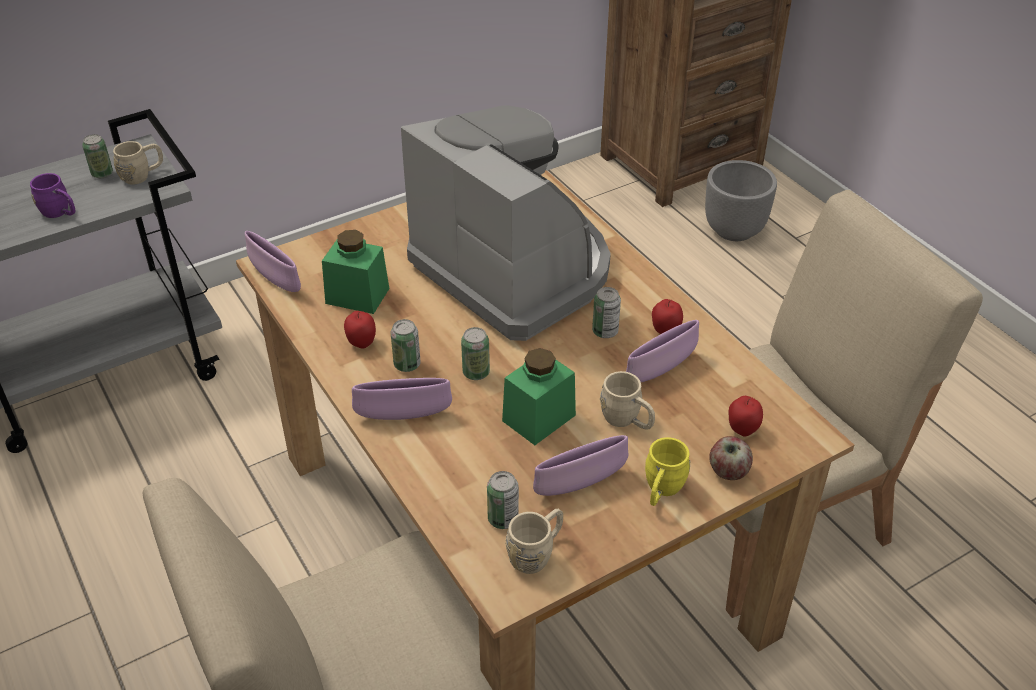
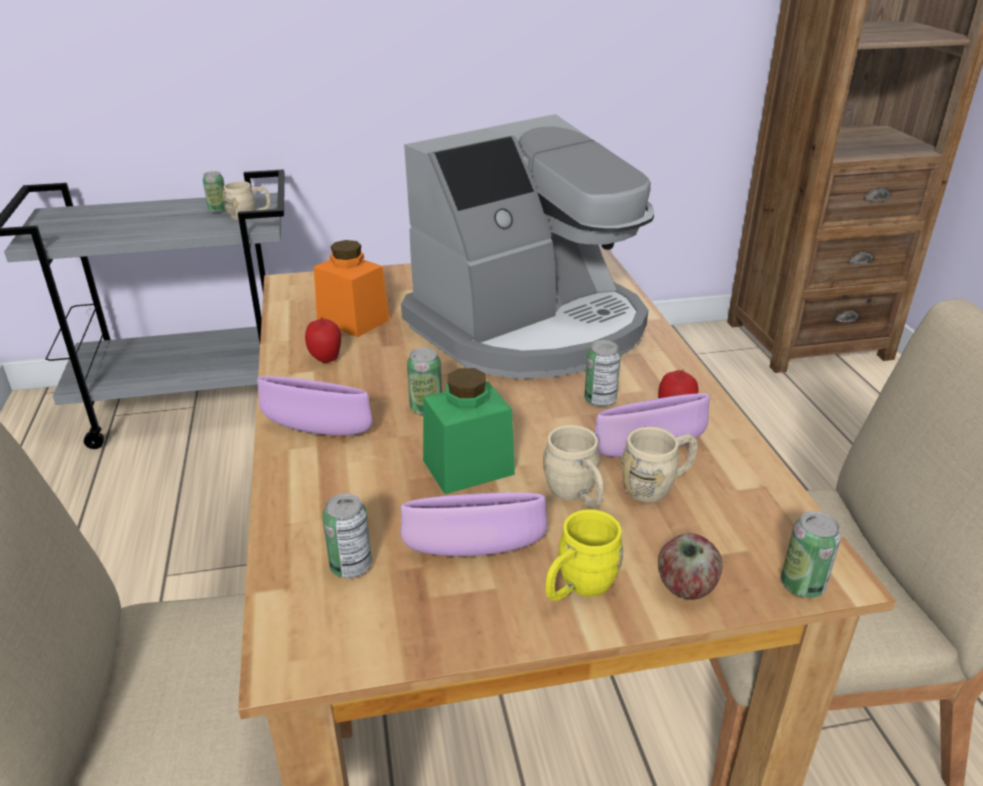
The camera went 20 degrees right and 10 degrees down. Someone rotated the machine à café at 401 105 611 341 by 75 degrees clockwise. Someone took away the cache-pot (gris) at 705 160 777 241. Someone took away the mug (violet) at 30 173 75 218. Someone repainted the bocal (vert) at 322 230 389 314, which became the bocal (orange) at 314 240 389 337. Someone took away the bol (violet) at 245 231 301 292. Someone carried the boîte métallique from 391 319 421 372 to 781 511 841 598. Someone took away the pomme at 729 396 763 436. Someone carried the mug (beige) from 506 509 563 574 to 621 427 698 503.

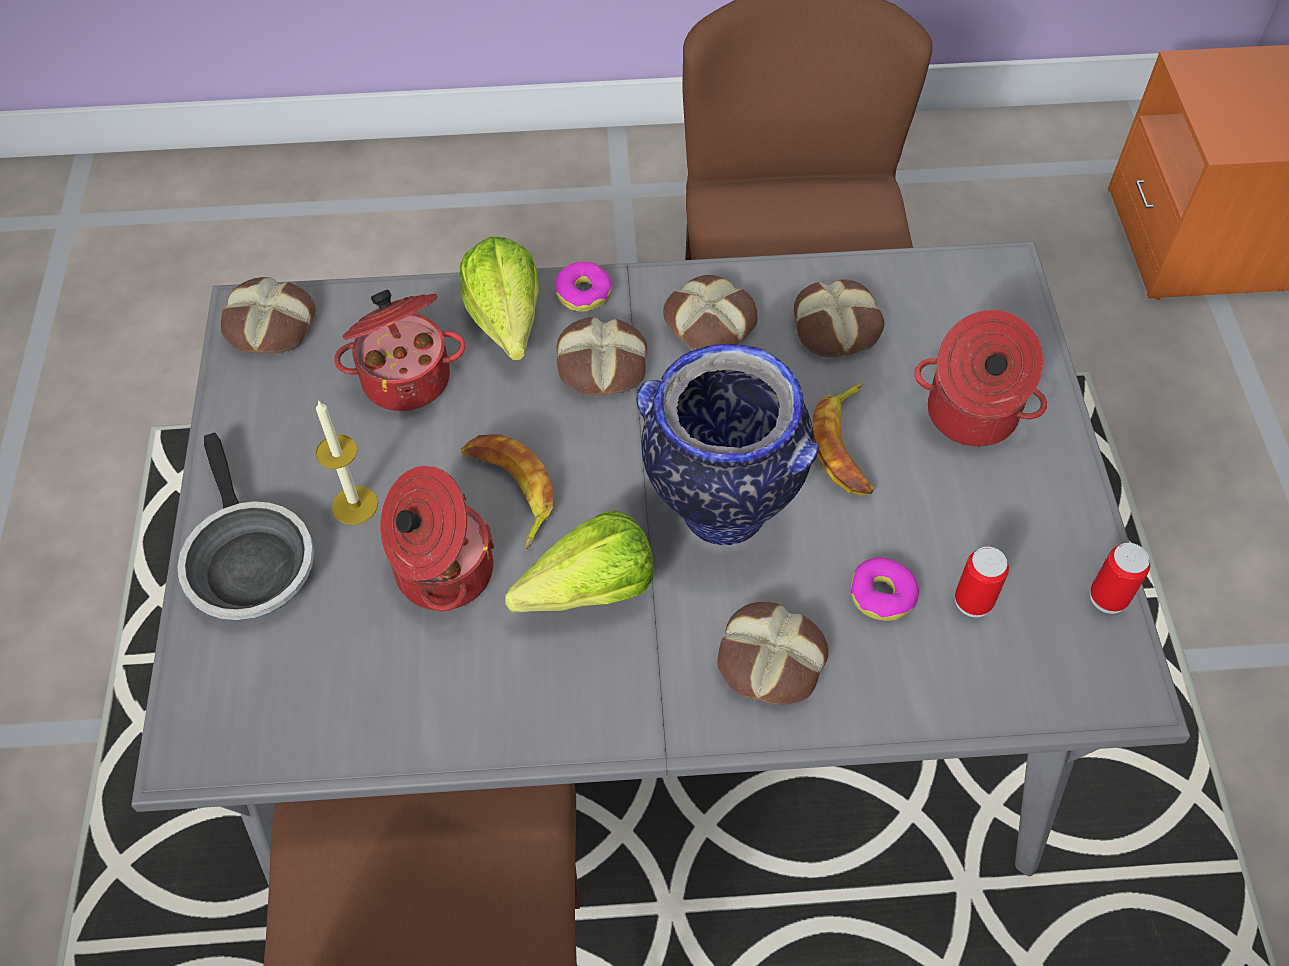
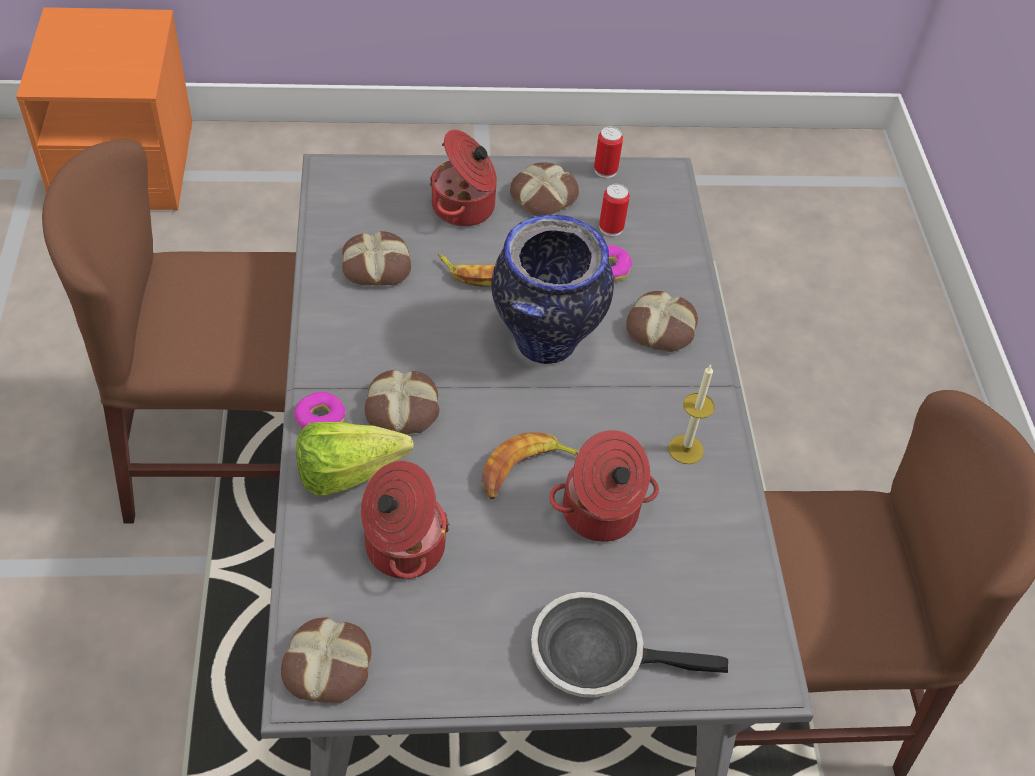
The camera went 95 degrees left and 5 degrees down. Someone carried the pain from 663 275 758 350 to 510 162 579 216. Someone carried the bougie from 315 400 378 525 to 669 365 715 464. Someone rotated the poêle at 177 432 314 620 by 150 degrees counterclockwise. Someone took away the laitue at 505 510 654 613.

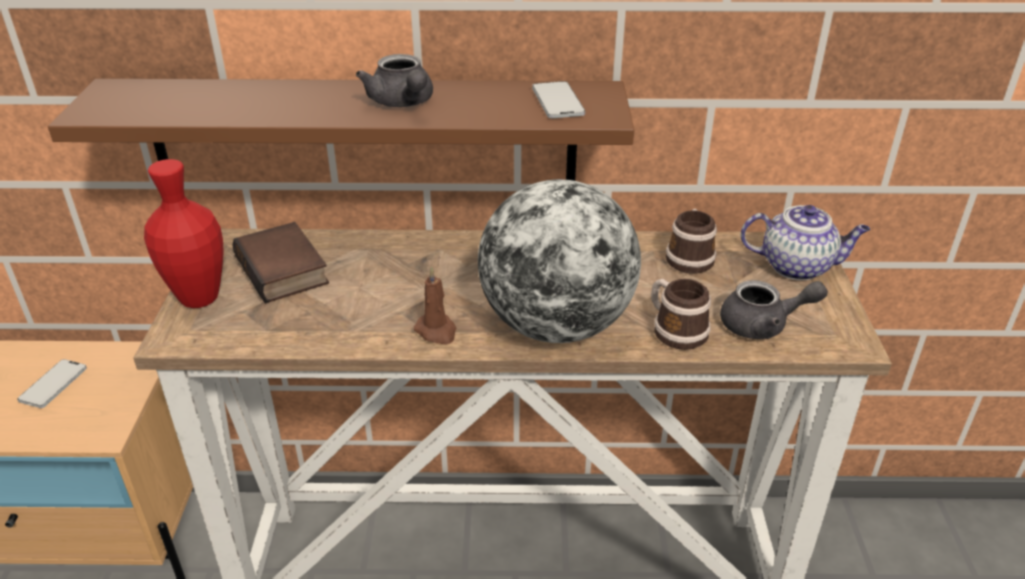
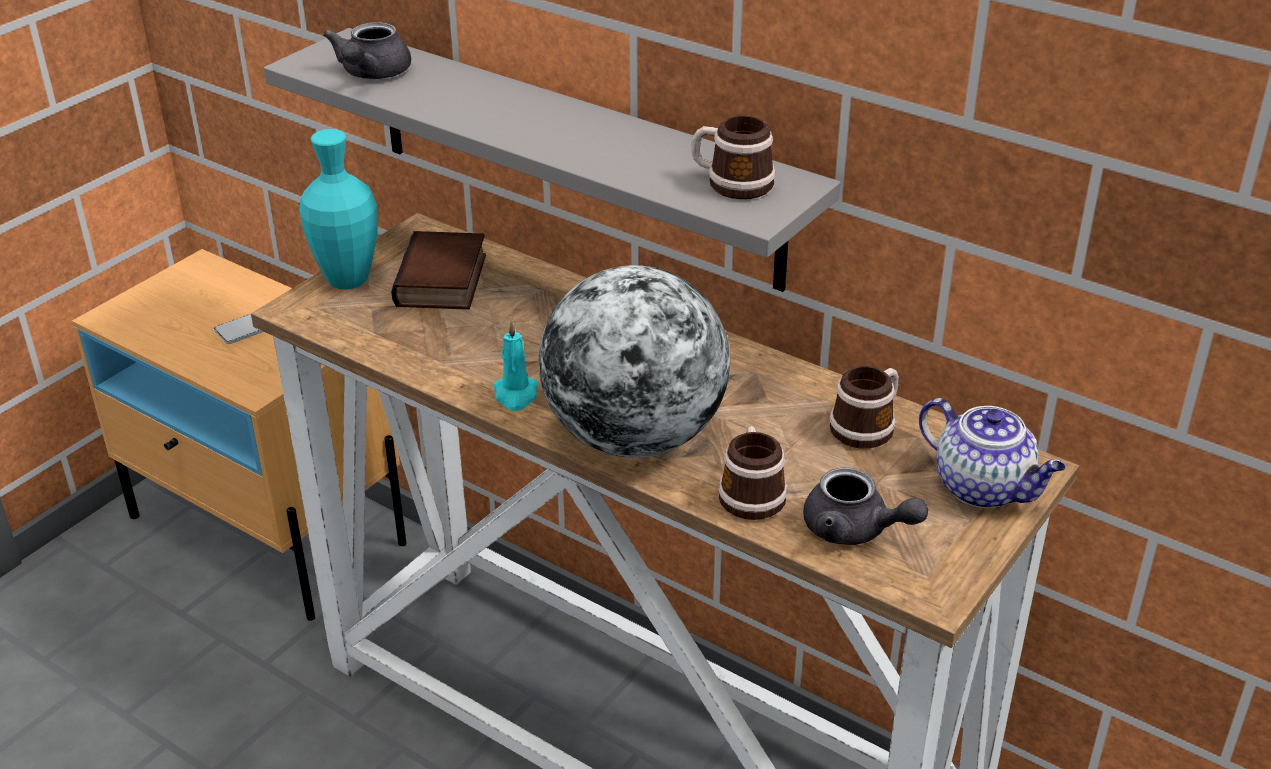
The camera went 35 degrees right and 0 degrees up. Someone carried the théière (gris) from 356 54 433 107 to 323 22 411 79. Someone repainted the étagère (marron) at 48 79 634 181, which became the étagère (gris) at 264 28 841 292. Someone swapped the téléphone at 532 81 585 118 for the mug at 691 116 776 199. Someone repainted the vase (rouge) at 144 159 224 308, which became the vase (turquoise) at 299 129 378 290. Someone repainted the bougie (marron) at 414 267 456 345, which became the bougie (turquoise) at 494 320 539 411.

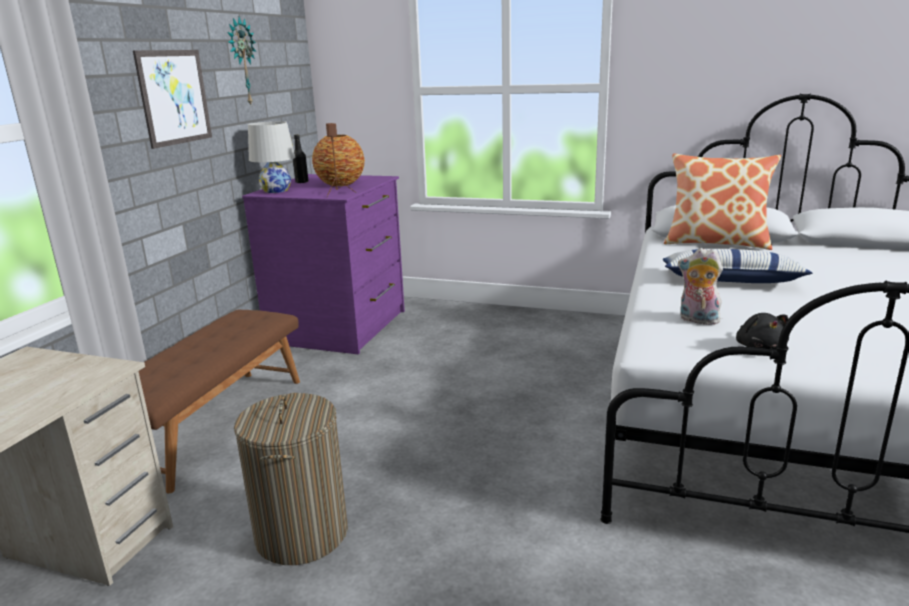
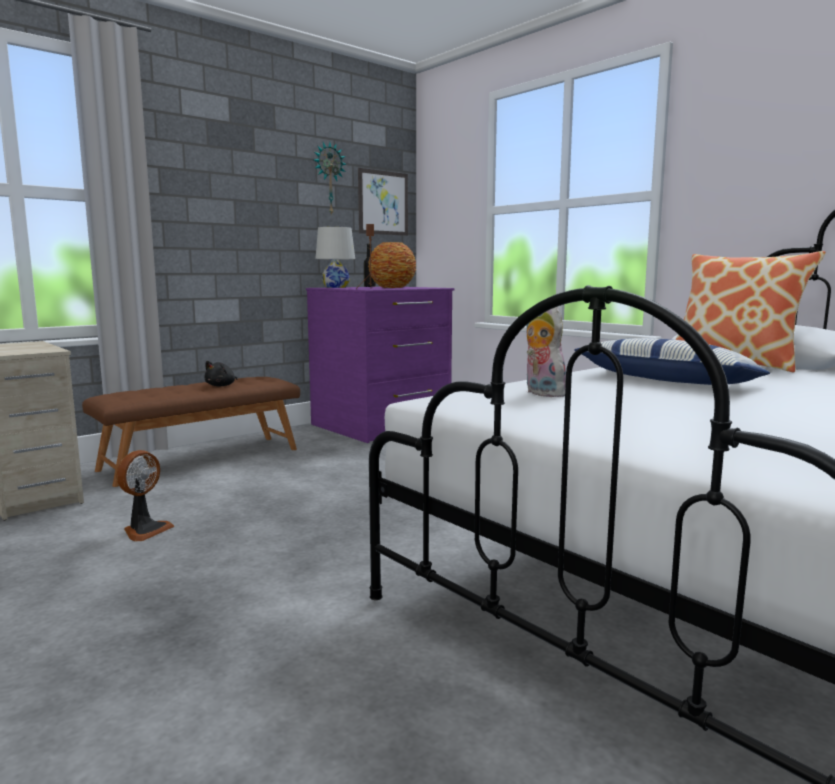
The camera went 30 degrees right and 10 degrees down. Someone carried the tableau from 133 50 212 149 to 358 168 408 236. Someone carried the peluche (noir) from 736 313 789 349 to 204 361 237 386. Someone swapped the panier à linge at 234 393 348 565 for the ventilateur at 116 450 175 541.

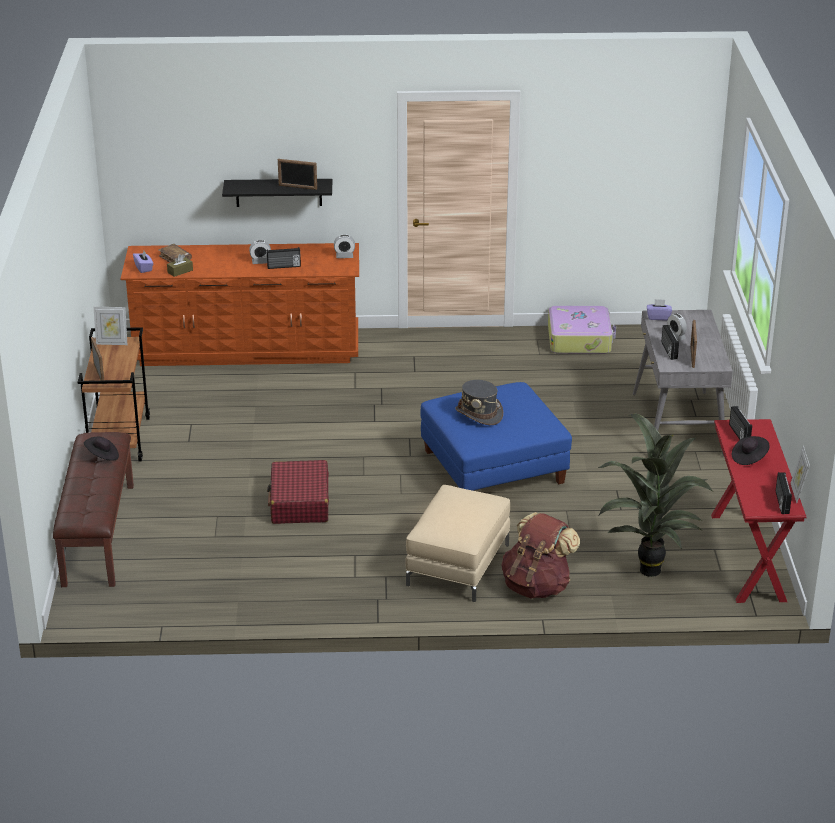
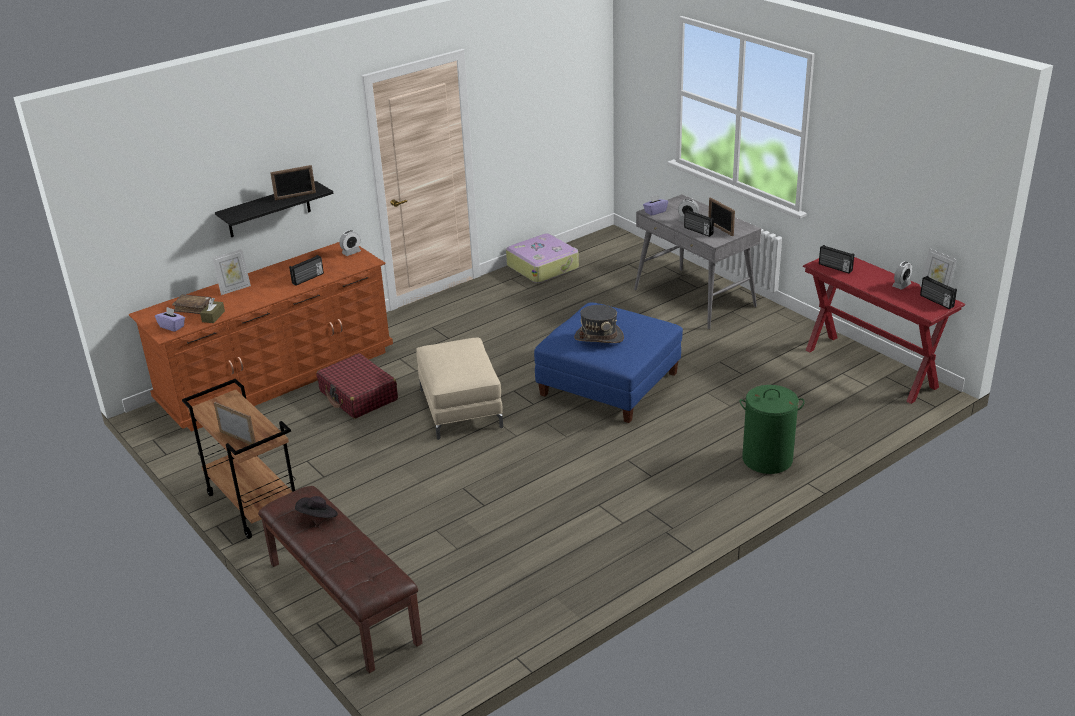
The camera went 35 degrees left and 0 degrees up. Someone carried the réveil from 249 240 271 264 to 892 262 912 290. Someone carried the cadre photo from 94 307 128 345 to 212 249 251 295. Someone took away the plante en pot at 598 413 712 577. Someone took away the chapeau (noir) at 732 436 770 465. Someone carried the valise (rouge) from 267 460 329 524 to 316 353 398 419. Someone carried the pouf (beige) from 405 485 510 602 to 416 338 503 440. Someone swapped the sac à dos (marron) at 501 512 580 598 for the panier à linge (vert) at 740 385 805 474.

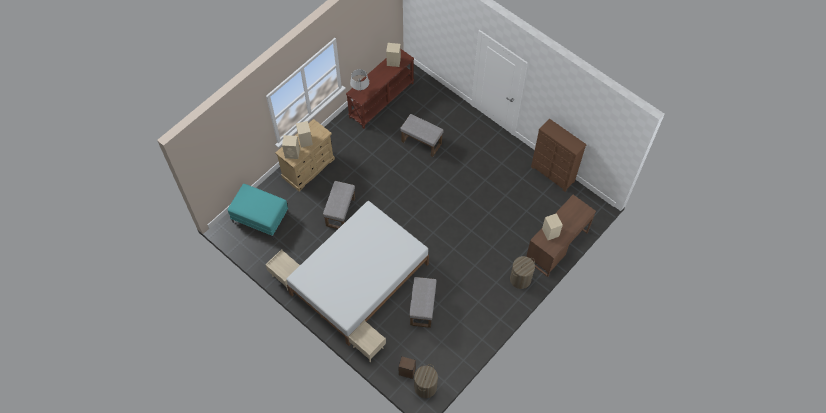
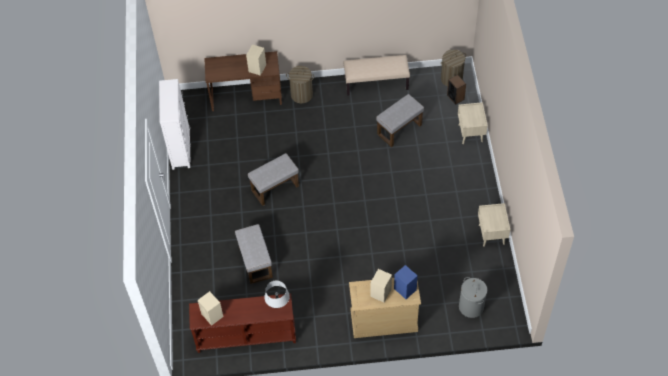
The camera went 135 degrees left and 5 degrees down. Someone repainted the commode (marron) at 531 118 586 192, which became the commode (blanc) at 159 79 191 170. Someone repainted the enceinte (beige) at 282 135 300 159, which became the enceinte (bleu) at 394 265 418 299. Someone carried the pouf (gris) from 323 181 355 229 to 248 153 299 206. Someone swapped the pouf (turquoise) at 228 184 289 239 for the panier à linge (gris) at 459 277 488 318. Someone took away the lit (blanc) at 286 201 429 346. Someone put down the banc (beige) at 344 55 410 96.

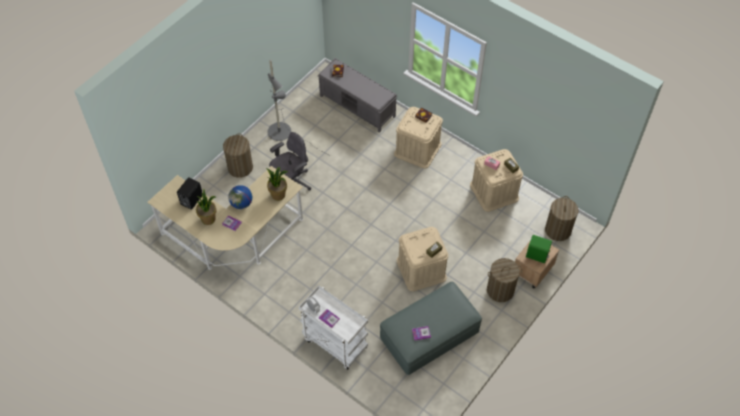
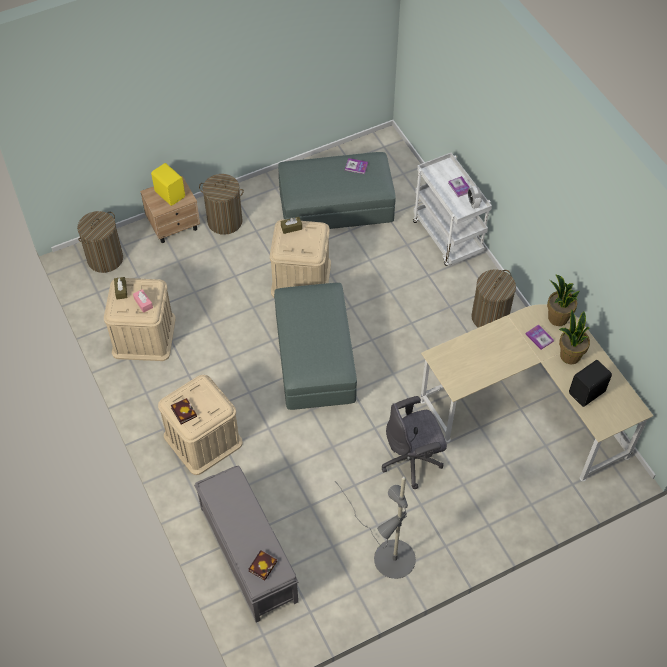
The camera went 155 degrees left and 0 degrees up. Someone carried the panier à linge from 223 133 253 178 to 471 269 516 328. Someone carried the plante en pot from 266 167 287 201 to 547 274 580 326. Someone took away the globe at 228 185 252 209. Someone repainted the enceinte (vert) at 526 235 552 263, which became the enceinte (jaune) at 151 163 185 206. Someone put down the pouf (gris) at 274 283 357 410.

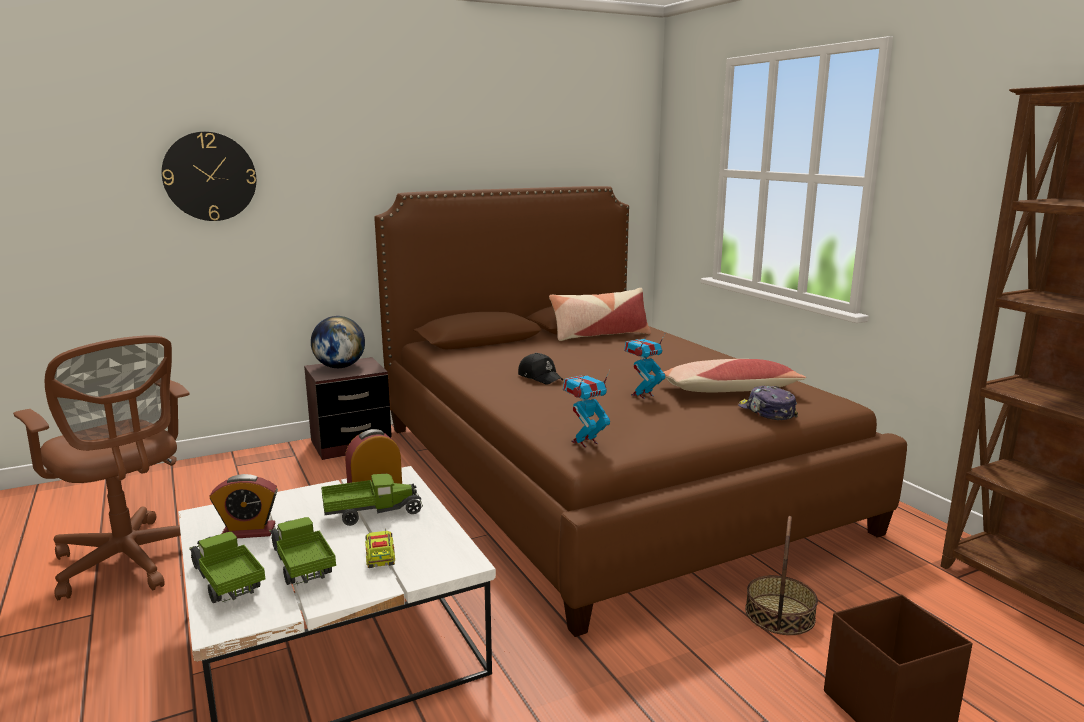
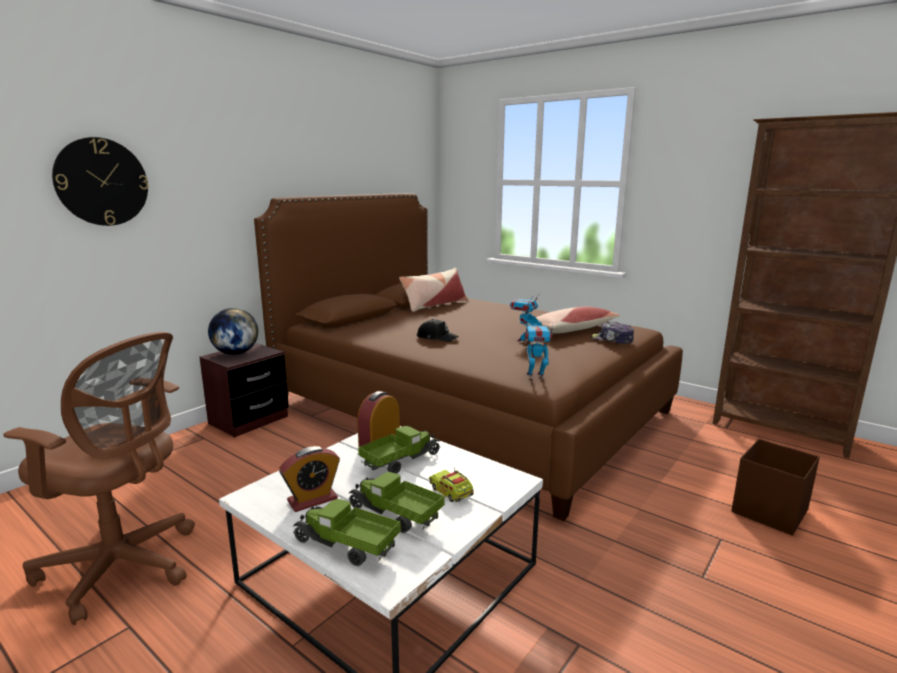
The camera went 25 degrees left and 0 degrees up. Someone rotated the robot jouet at 563 370 610 447 by 60 degrees clockwise. Someone took away the panier at 745 516 818 635.

